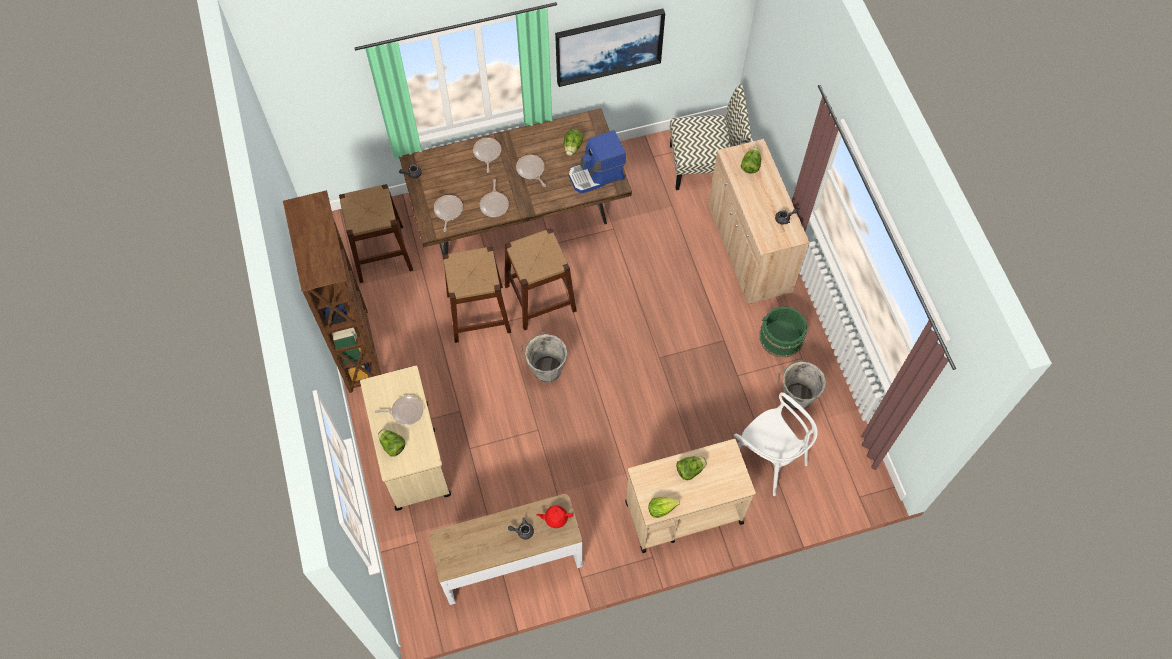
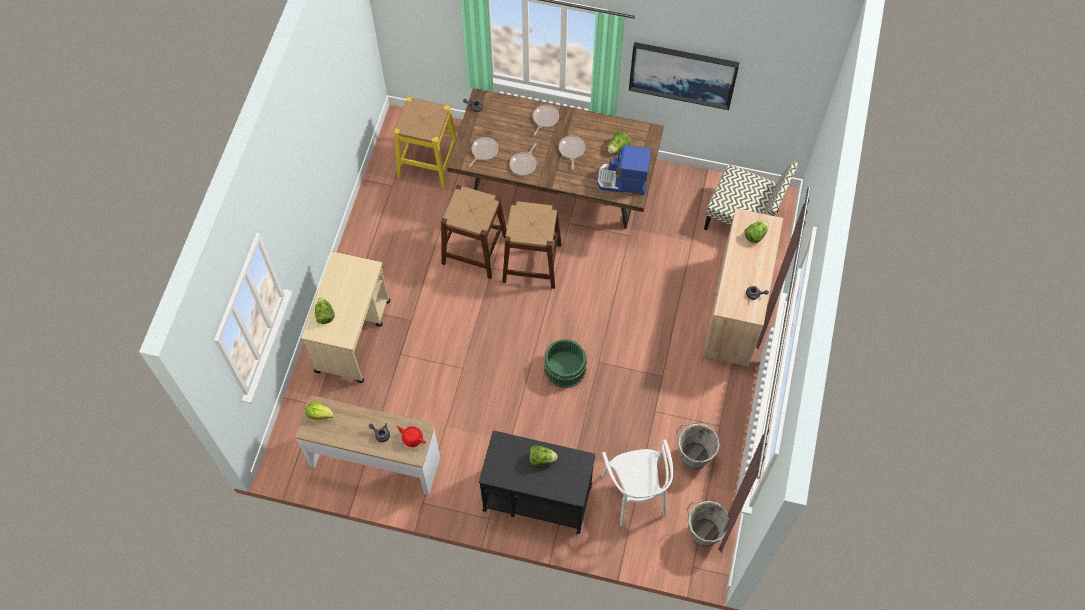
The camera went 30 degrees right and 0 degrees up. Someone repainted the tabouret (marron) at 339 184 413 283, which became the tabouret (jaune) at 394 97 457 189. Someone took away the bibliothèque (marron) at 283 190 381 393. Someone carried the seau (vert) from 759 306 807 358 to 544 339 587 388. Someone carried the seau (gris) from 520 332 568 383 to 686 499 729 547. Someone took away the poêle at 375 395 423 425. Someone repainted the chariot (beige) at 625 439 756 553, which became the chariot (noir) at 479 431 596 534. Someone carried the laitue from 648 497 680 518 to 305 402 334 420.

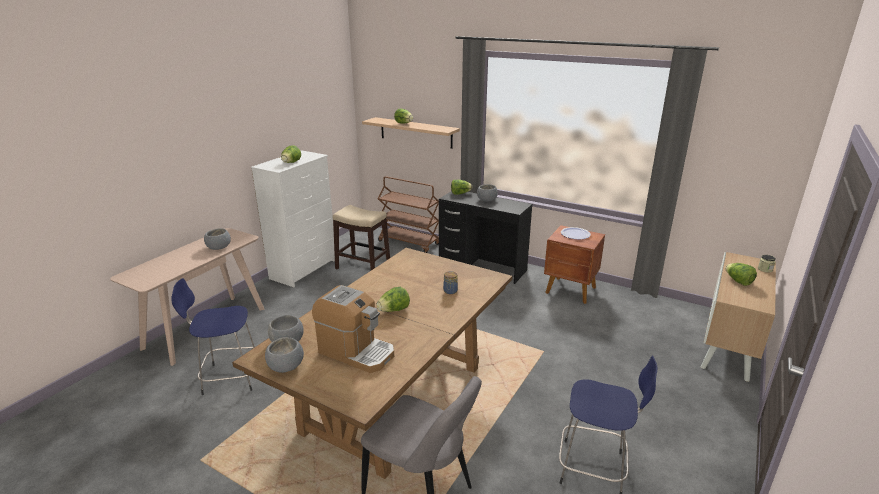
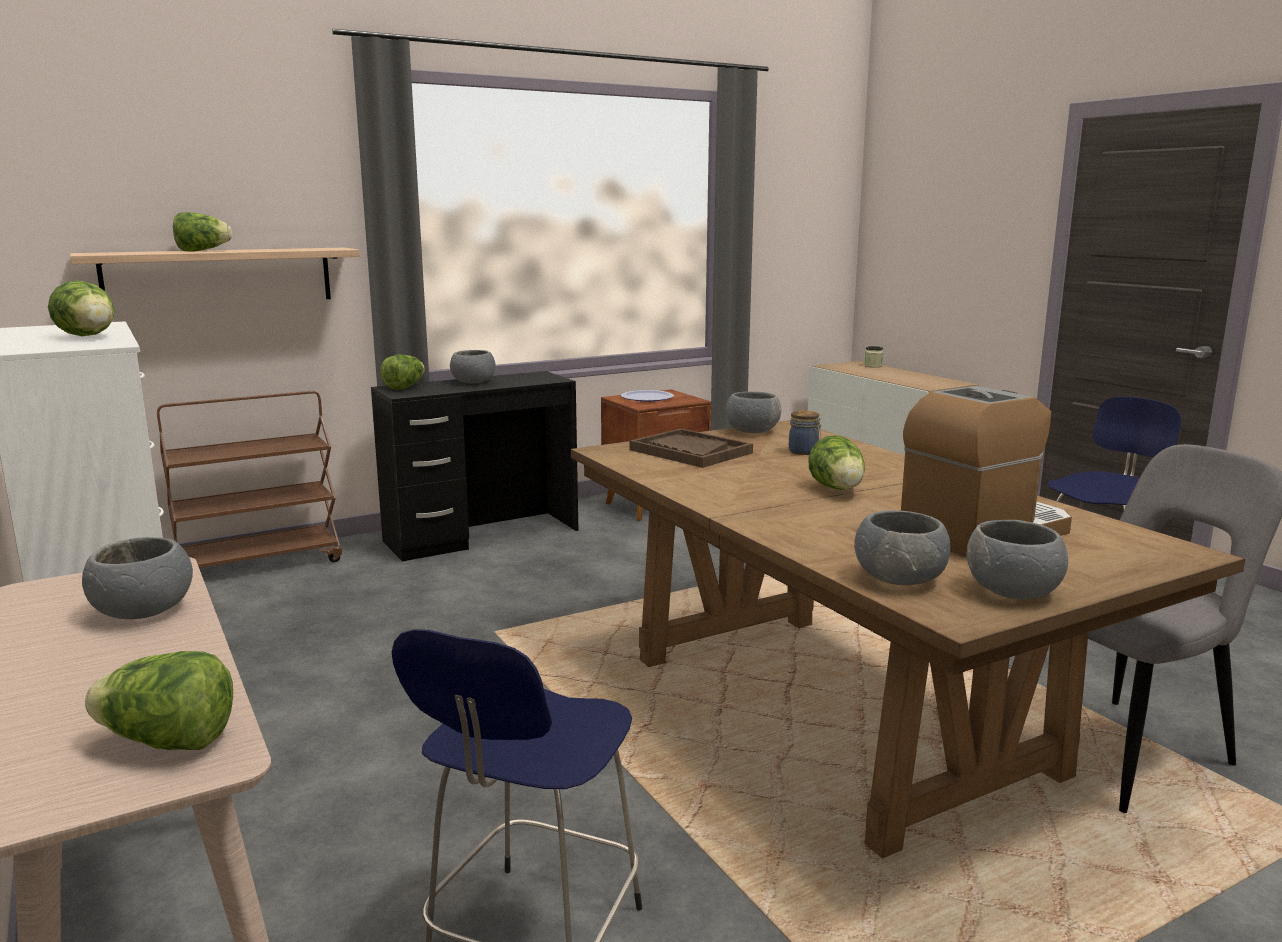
The camera went 60 degrees left and 10 degrees down. Someone took away the tabouret at 332 205 390 270. Someone carried the laitue from 725 263 757 286 to 85 651 233 750. Someone put down the bol (gris) at 726 391 781 433. Someone put down the plateau (marron) at 630 428 753 468.

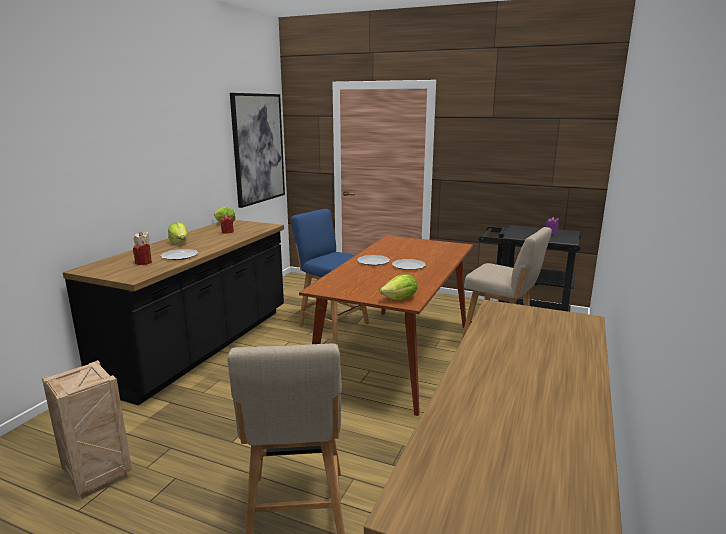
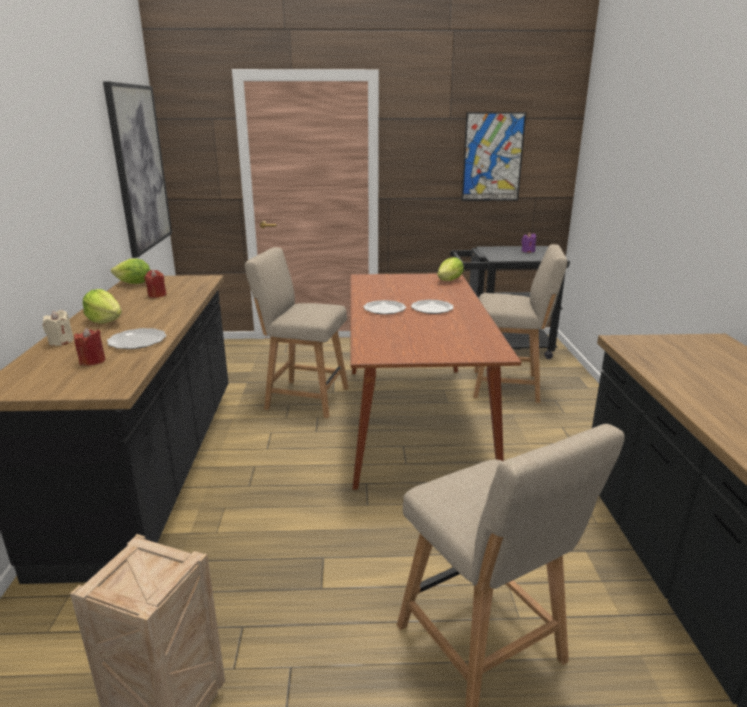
The camera went 25 degrees left and 5 degrees up. Someone repainted the chaise (bleu) at 291 209 369 340, which became the chaise (beige) at 245 247 349 418. Someone carried the laitue from 380 274 418 300 to 437 257 464 281. Someone put up the tableau at 461 112 526 201.

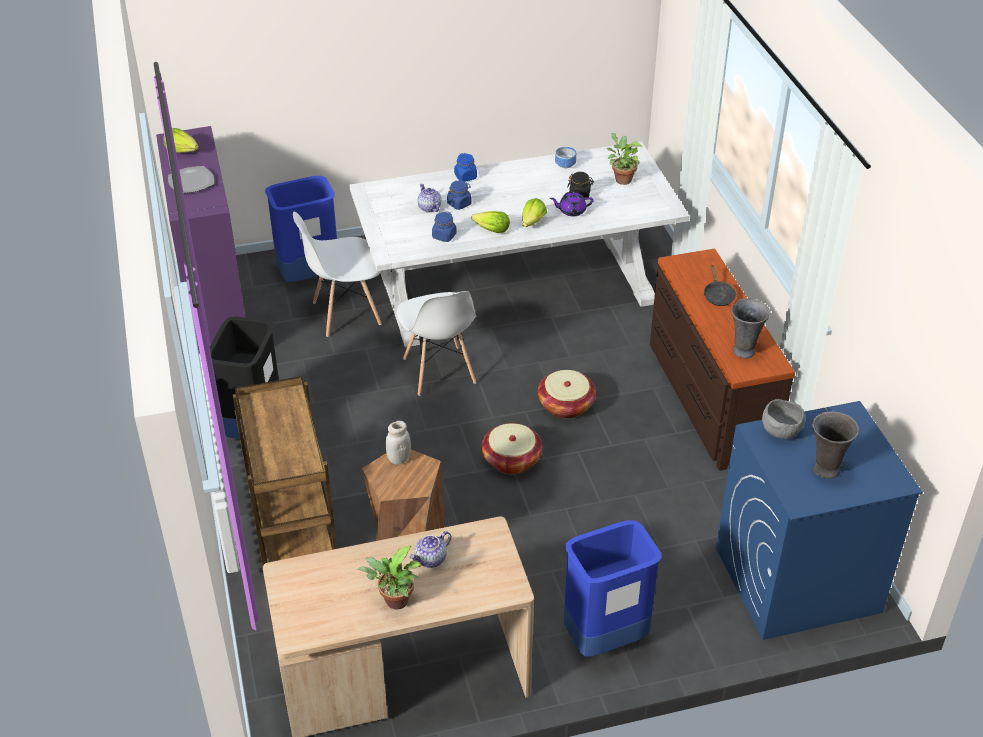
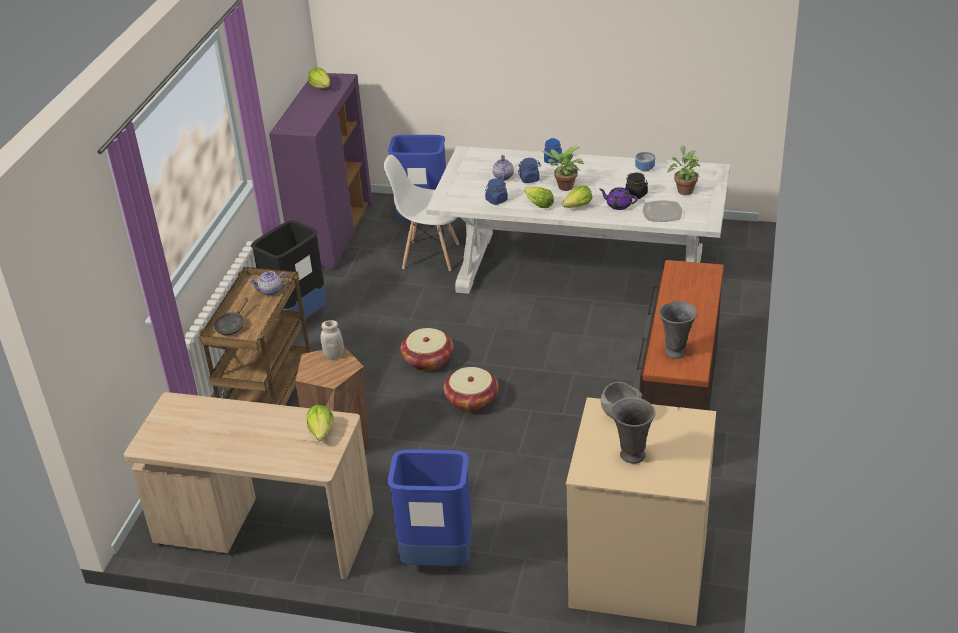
The camera went 30 degrees right and 5 degrees down. Someone carried the assiette from 168 166 214 193 to 643 200 682 222. Someone carried the poêle (noir) from 704 264 736 306 to 214 297 248 335. Someone took away the chaise (blanc) at 396 291 477 396. Someone carried the panier from 538 370 596 418 to 401 328 453 371. Someone repainted the lave-linge (bleu) at 716 401 923 640, which became the lave-linge (beige) at 566 397 716 626. Someone carried the théière from 409 531 451 568 to 249 271 289 296. Someone carried the plante en pot from 357 546 422 609 to 542 147 584 191. Someone put down the laitue at 307 405 334 441.

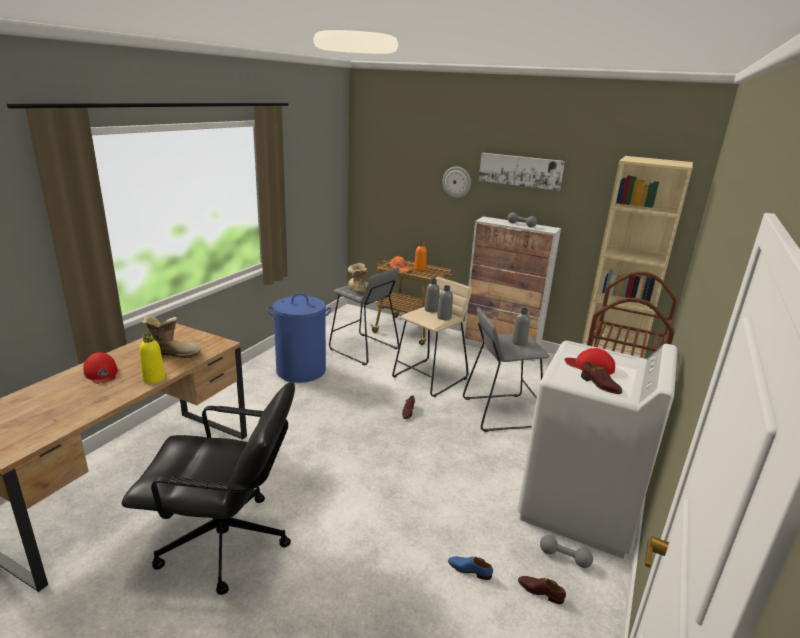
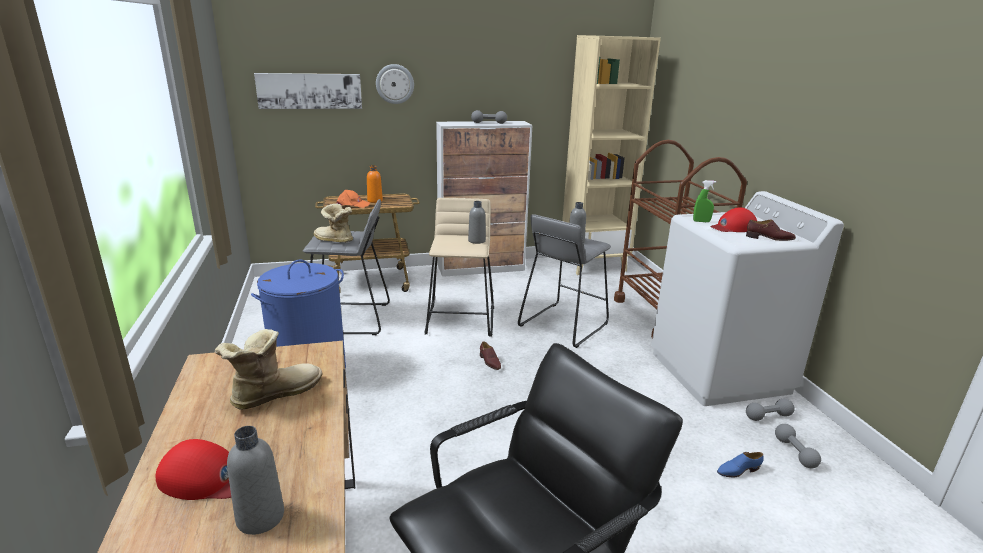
The camera went 40 degrees left and 0 degrees up. Someone carried the tableau from 479 153 565 191 to 254 73 362 109. Someone carried the bouteille (gris) from 425 278 439 313 to 227 426 284 535. Someone took away the bouteille (jaune) at 139 333 165 383. Someone swapped the chaussure (marron) at 518 576 566 604 for the haltère (gris) at 775 424 821 468. Someone put down the vaporisateur (vert) at 693 180 716 222.

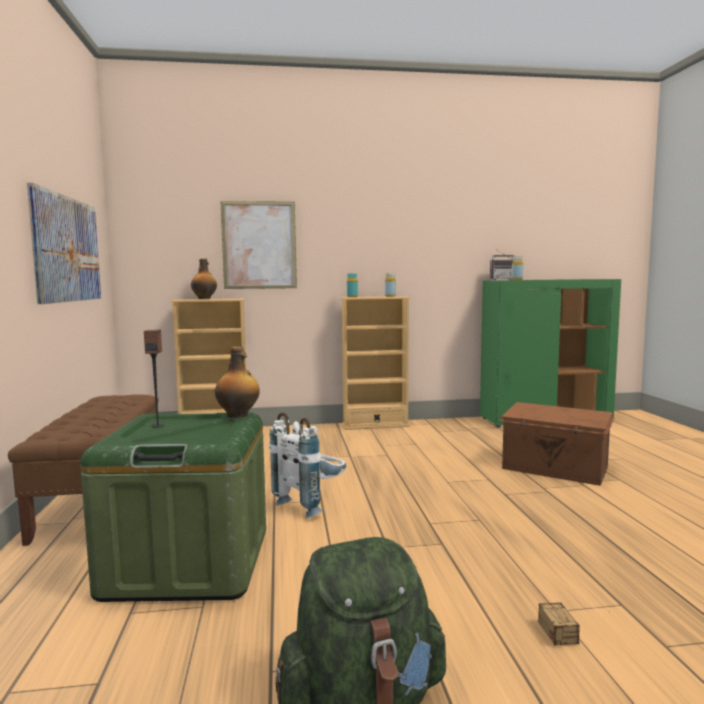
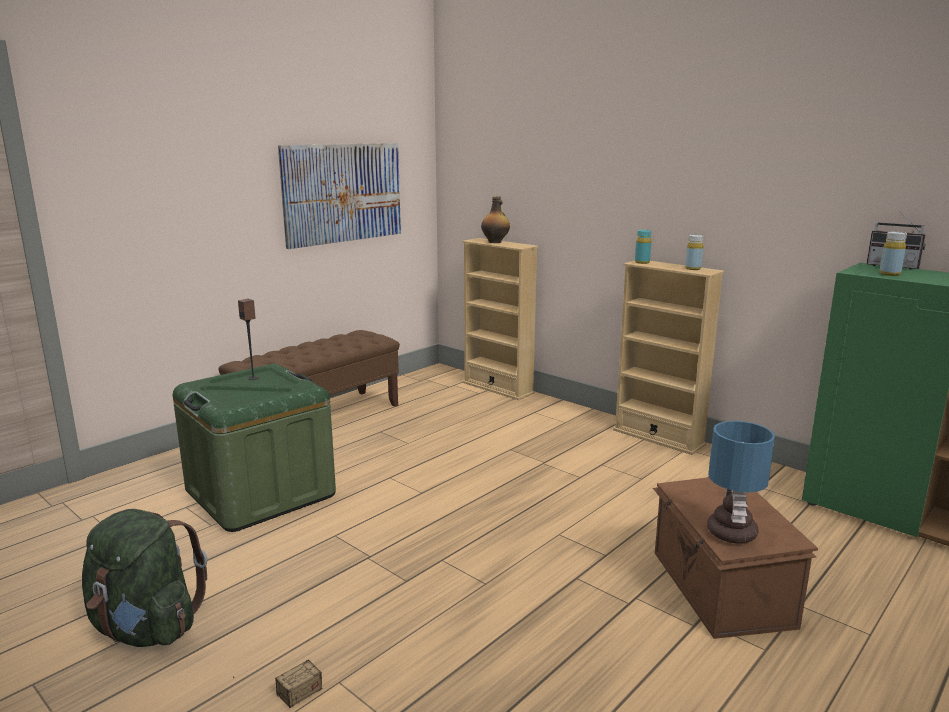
The camera went 50 degrees right and 10 degrees up. Someone took away the tableau at 221 201 297 289. Someone took away the bouteille at 215 346 260 418. Someone took away the sac à dos (blanc) at 269 412 346 518. Someone put down the lampe de table at 707 421 775 543.

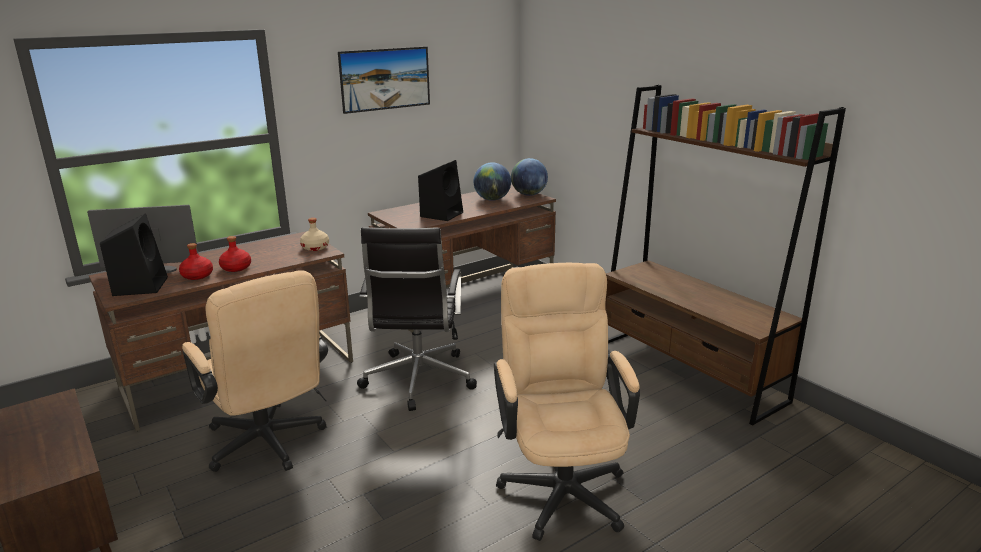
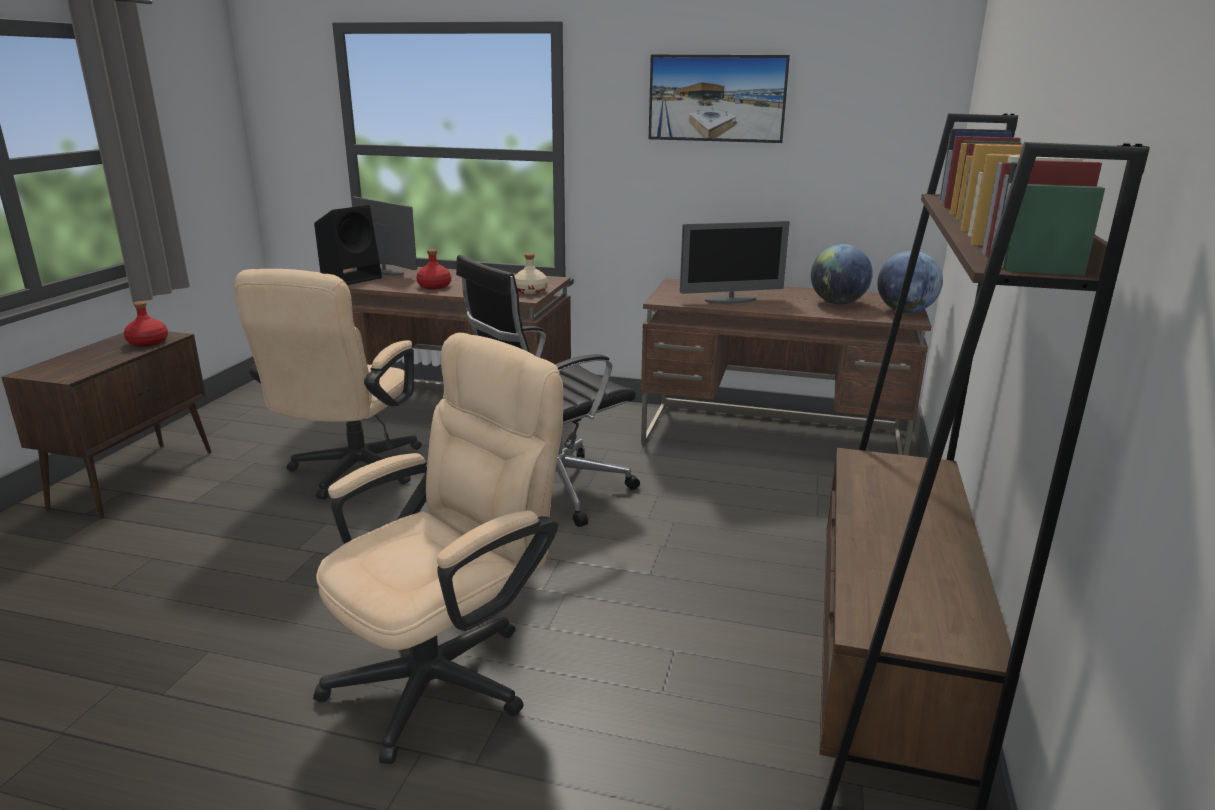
The camera went 50 degrees right and 0 degrees up. Someone swapped the enceinte (noir) at 418 160 463 221 for the écran d'ordinateur at 680 220 790 304. Someone carried the bouteille (rouge) from 179 243 213 280 to 124 301 168 347.

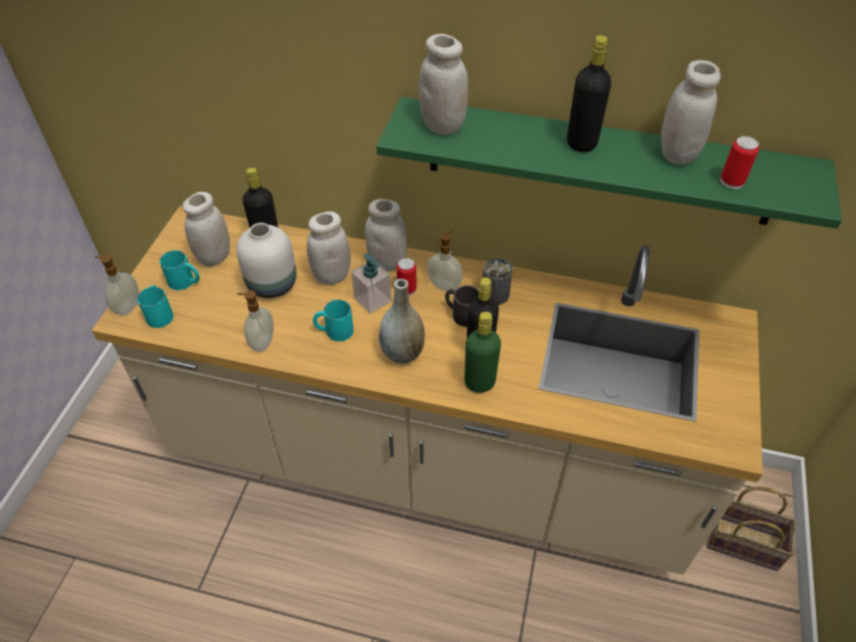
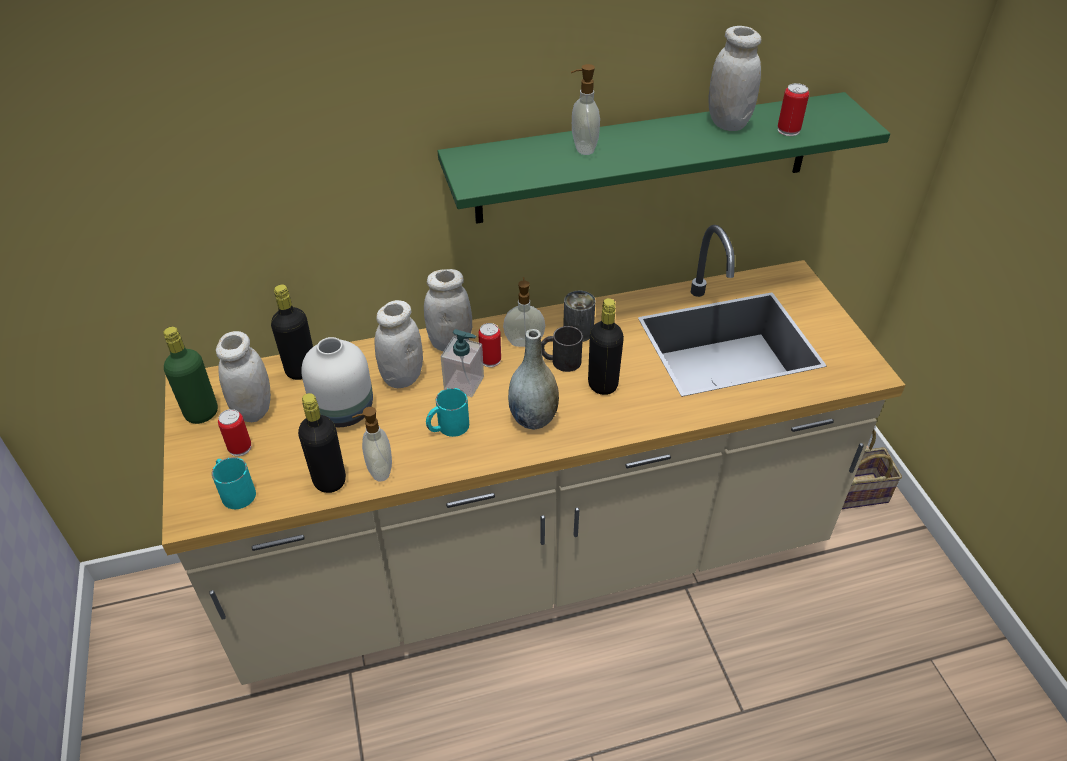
The camera went 30 degrees left and 5 degrees down. Someone took away the bocal (blanc) at 419 34 468 135. Someone carried the bouteille (noir) from 567 35 611 152 to 298 393 346 493. Someone swapped the mug (turquoise) at 160 250 200 290 for the boîte métallique at 218 409 251 456. Someone carried the distributeur de savon from 95 255 139 316 to 571 64 600 155. Someone carried the bouteille (vert) from 464 312 501 393 to 163 327 218 424.

